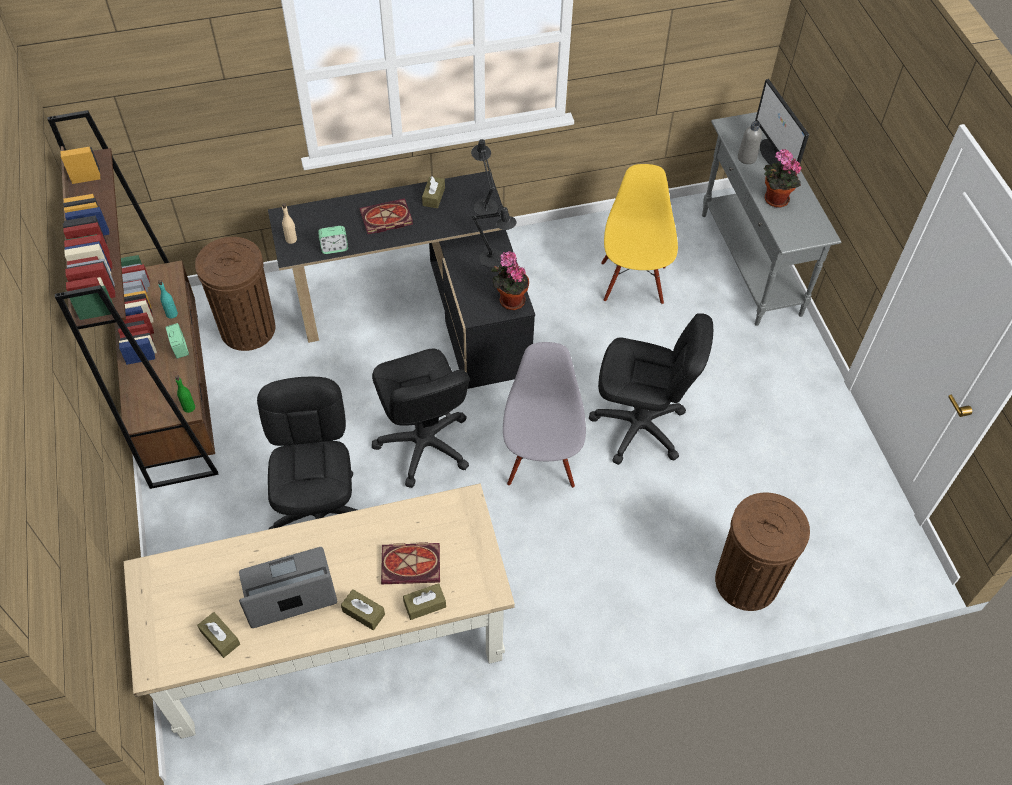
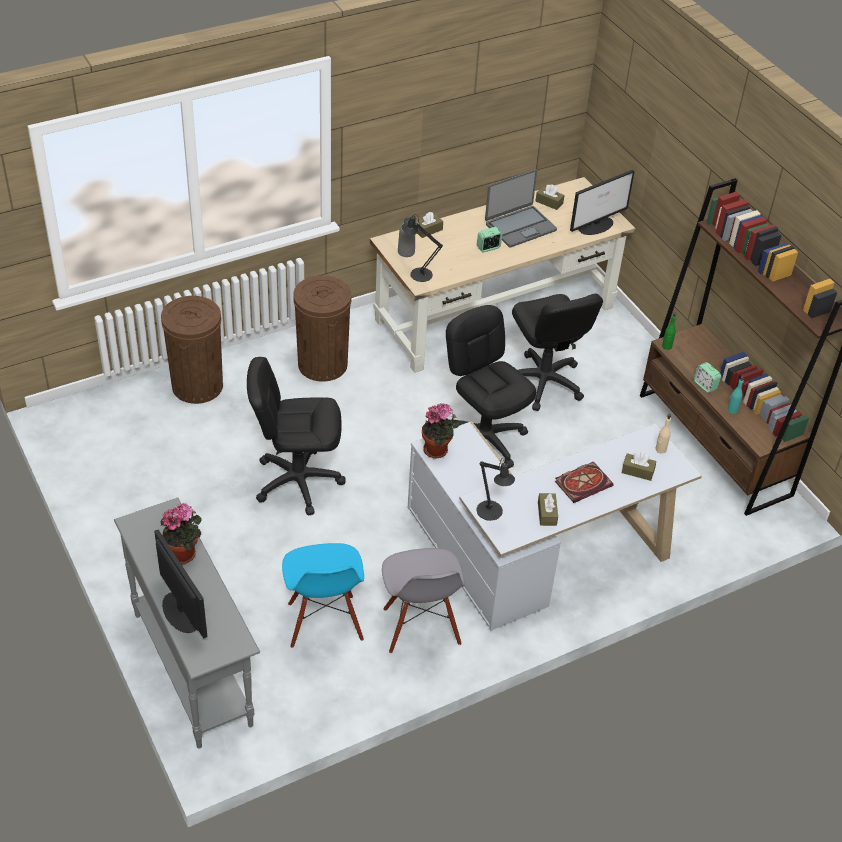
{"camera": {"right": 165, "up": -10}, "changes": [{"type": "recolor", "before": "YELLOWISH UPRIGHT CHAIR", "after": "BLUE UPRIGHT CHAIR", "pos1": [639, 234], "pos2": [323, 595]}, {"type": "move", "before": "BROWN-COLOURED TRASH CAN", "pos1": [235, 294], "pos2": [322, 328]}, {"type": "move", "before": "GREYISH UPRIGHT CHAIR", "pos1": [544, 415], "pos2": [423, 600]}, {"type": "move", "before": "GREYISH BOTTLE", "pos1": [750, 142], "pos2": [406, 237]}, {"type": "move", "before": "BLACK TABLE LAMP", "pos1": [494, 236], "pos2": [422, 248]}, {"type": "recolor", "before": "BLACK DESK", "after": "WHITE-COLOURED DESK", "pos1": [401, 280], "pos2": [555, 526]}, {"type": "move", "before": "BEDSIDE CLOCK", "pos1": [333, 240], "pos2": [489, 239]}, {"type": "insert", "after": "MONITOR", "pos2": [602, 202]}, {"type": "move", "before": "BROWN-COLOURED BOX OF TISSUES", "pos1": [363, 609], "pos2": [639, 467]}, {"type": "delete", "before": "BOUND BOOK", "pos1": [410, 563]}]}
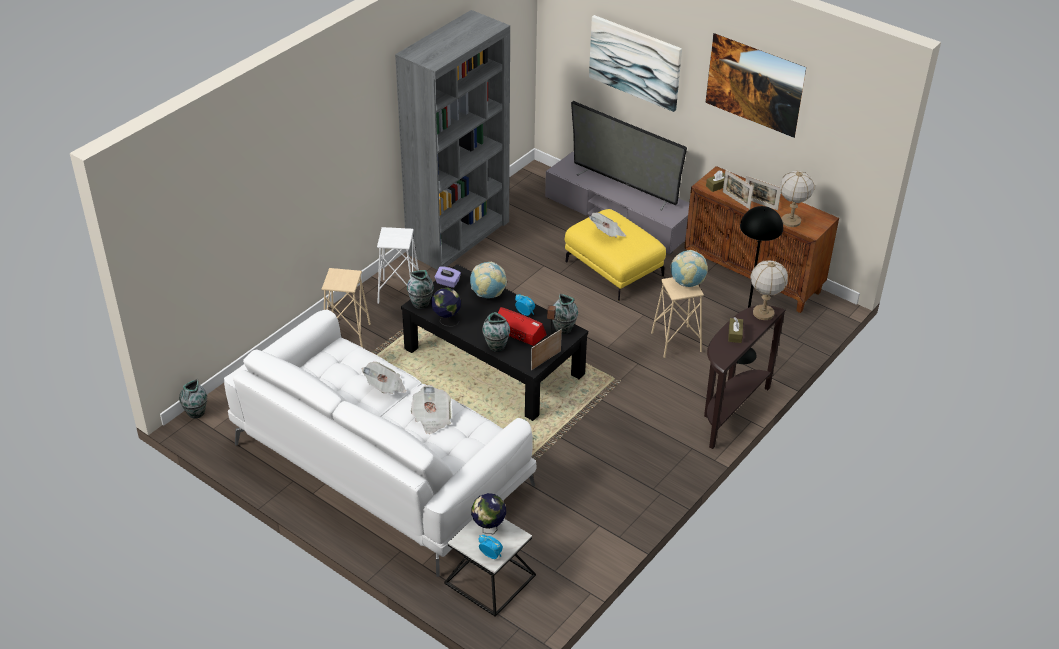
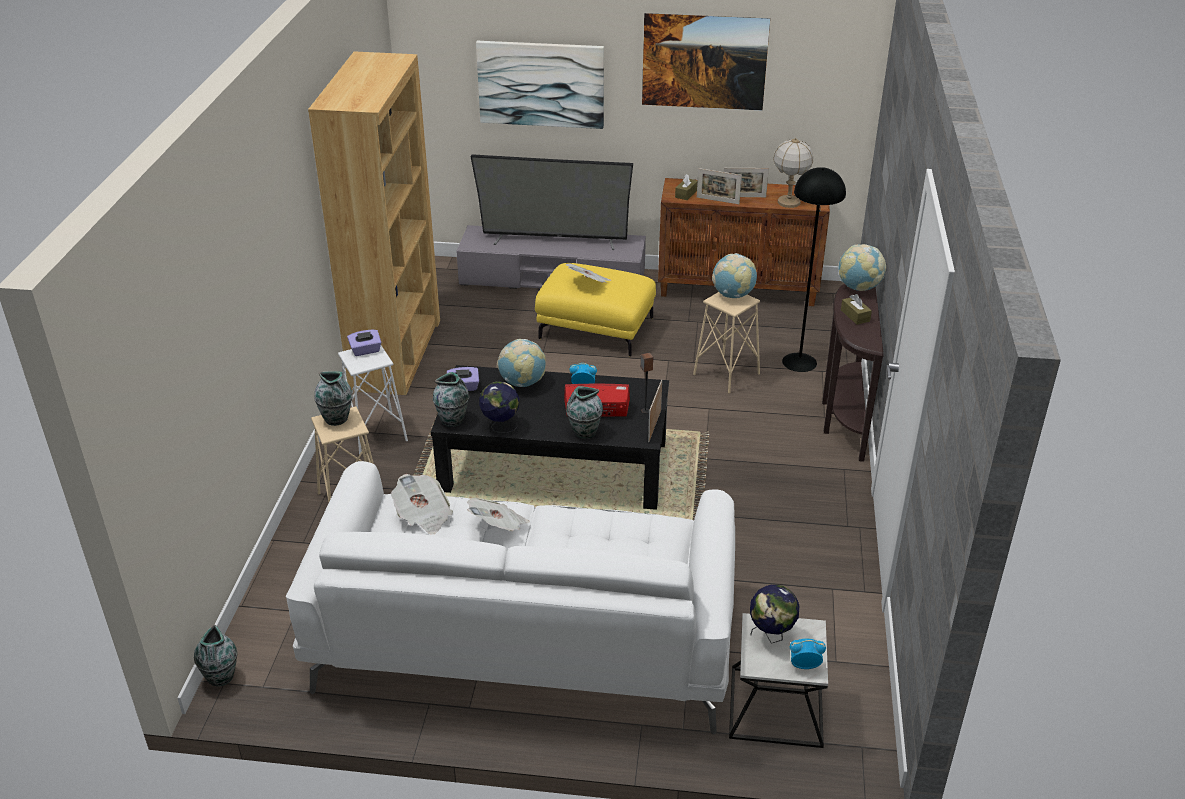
{"camera": {"right": -30, "up": -5}, "changes": [{"type": "recolor", "before": "GREYISH BOOKSHELF", "after": "BROWN-COLOURED BOOKSHELF", "pos1": [452, 140], "pos2": [374, 223]}, {"type": "move", "before": "DECORATIVE VASE", "pos1": [565, 314], "pos2": [333, 398]}, {"type": "insert", "after": "PURPLE-COLOURED BOX OF TISSUES", "pos2": [364, 343]}, {"type": "move", "before": "NEWSPAPER", "pos1": [431, 409], "pos2": [422, 504]}, {"type": "replace", "before": "TABLE LAMP", "after": "WORLD GLOBE", "pos1": [769, 290], "pos2": [862, 267]}]}
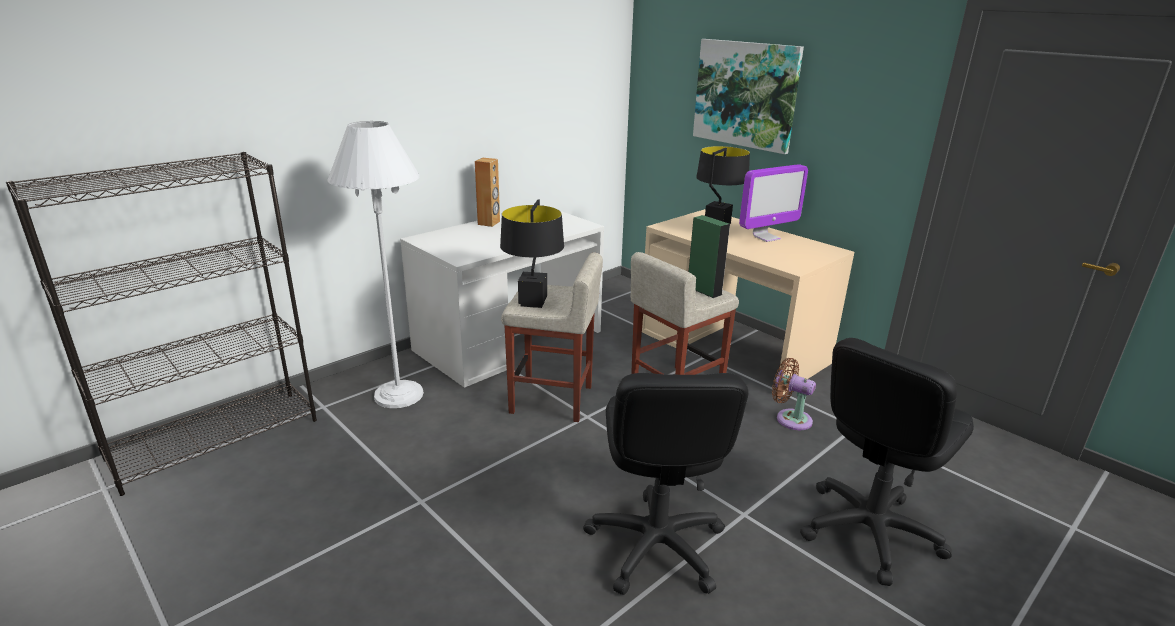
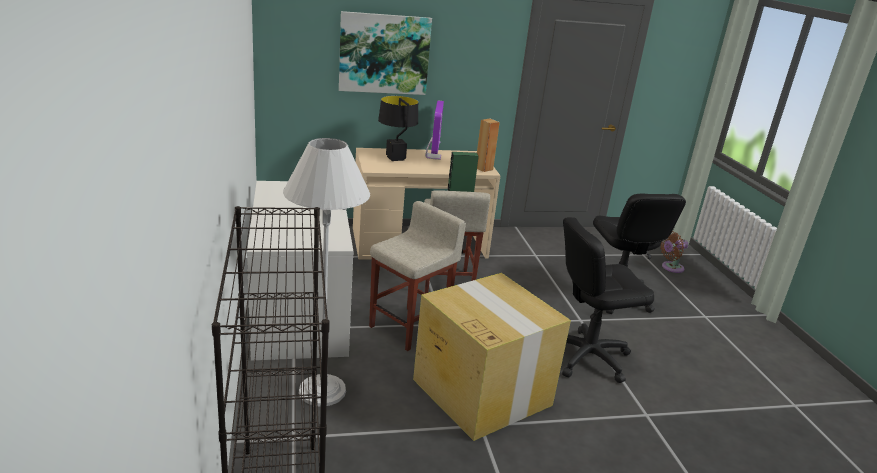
{"camera": {"right": -60, "up": 0}, "changes": [{"type": "insert", "after": "CARTON", "pos2": [492, 357]}, {"type": "move", "before": "BROWN-COLOURED LOUDSPEAKER", "pos1": [487, 192], "pos2": [488, 145]}, {"type": "rotate", "before": "BLACK OFFICE CHAIR", "pos1": [665, 484], "pos2": [608, 300], "turn": 135}, {"type": "move", "before": "BROWN-COLOURED COOLING FAN", "pos1": [794, 394], "pos2": [674, 252]}, {"type": "delete", "before": "BLACK TABLE LAMP", "pos1": [532, 254]}]}
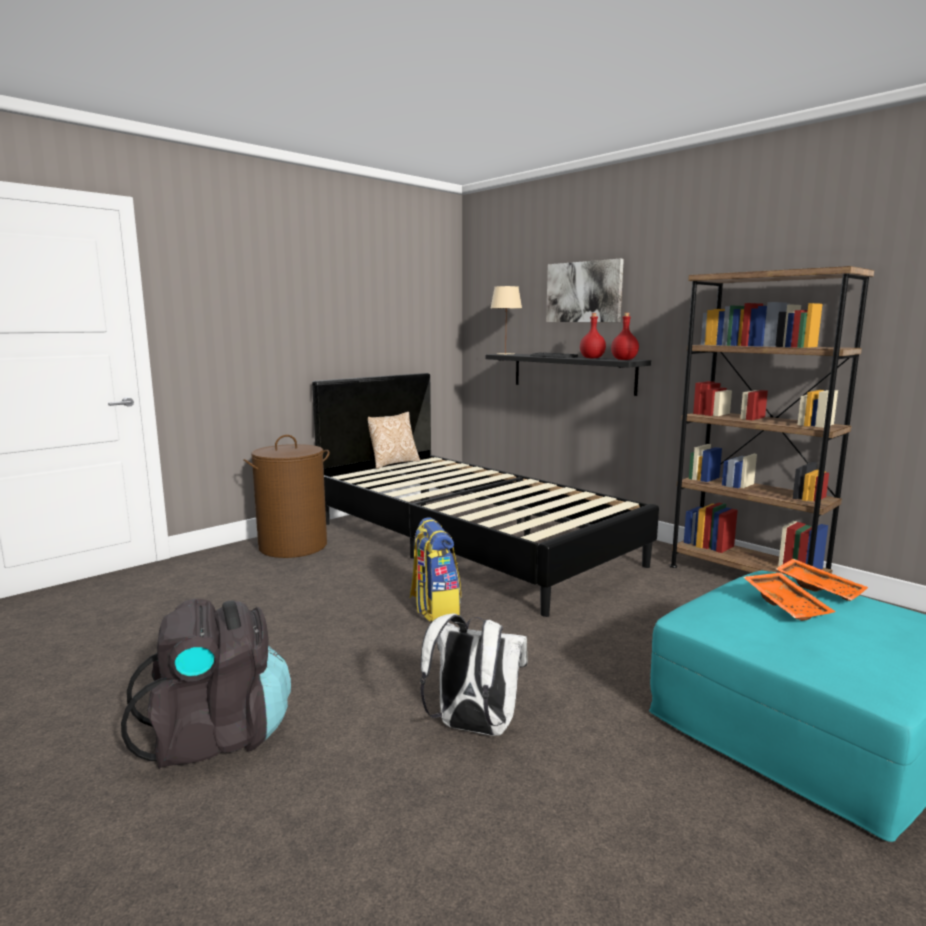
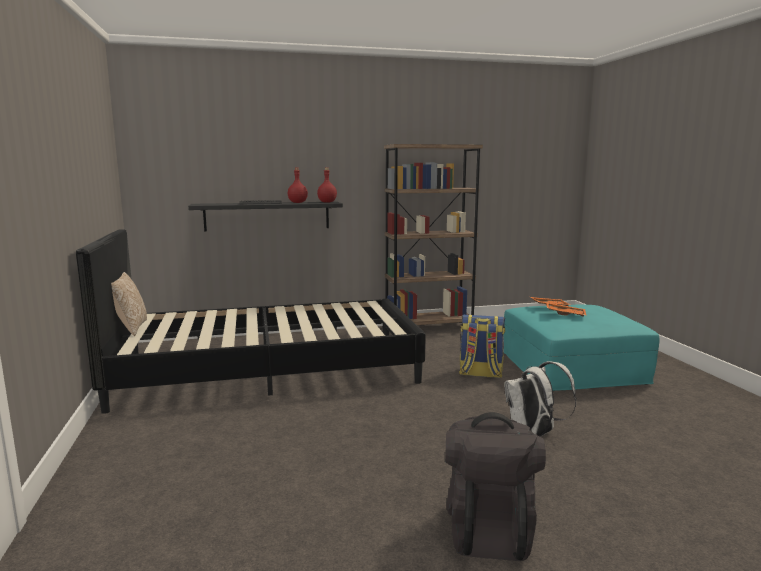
{"camera": {"right": -60, "up": 0}, "changes": [{"type": "move", "before": "KNAPSACK", "pos1": [435, 569], "pos2": [482, 346]}, {"type": "delete", "before": "BROWN-COLOURED LAUNDRY BASKET", "pos1": [286, 496]}, {"type": "delete", "before": "BEIGE TABLE LAMP", "pos1": [506, 320]}, {"type": "delete", "before": "PICTURE", "pos1": [585, 290]}]}
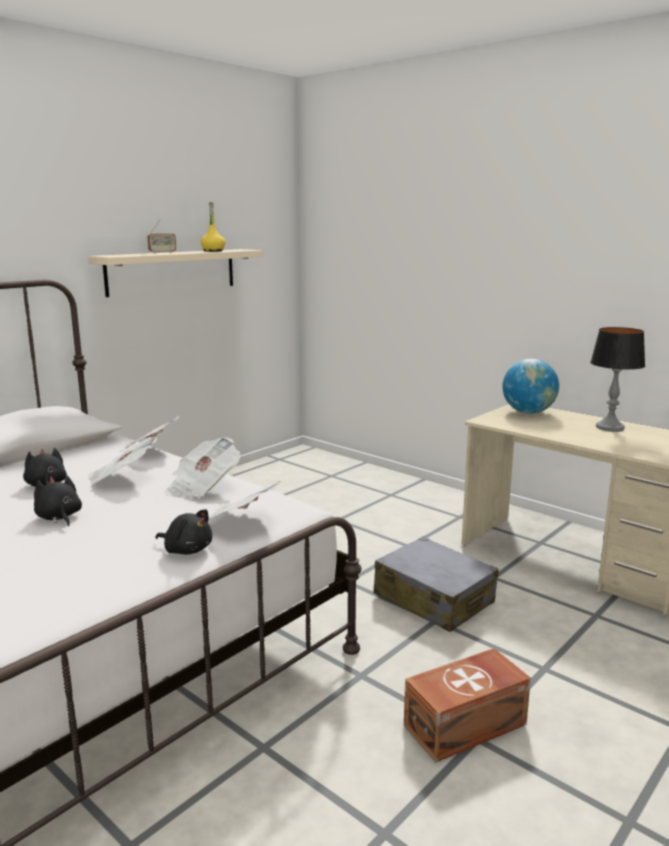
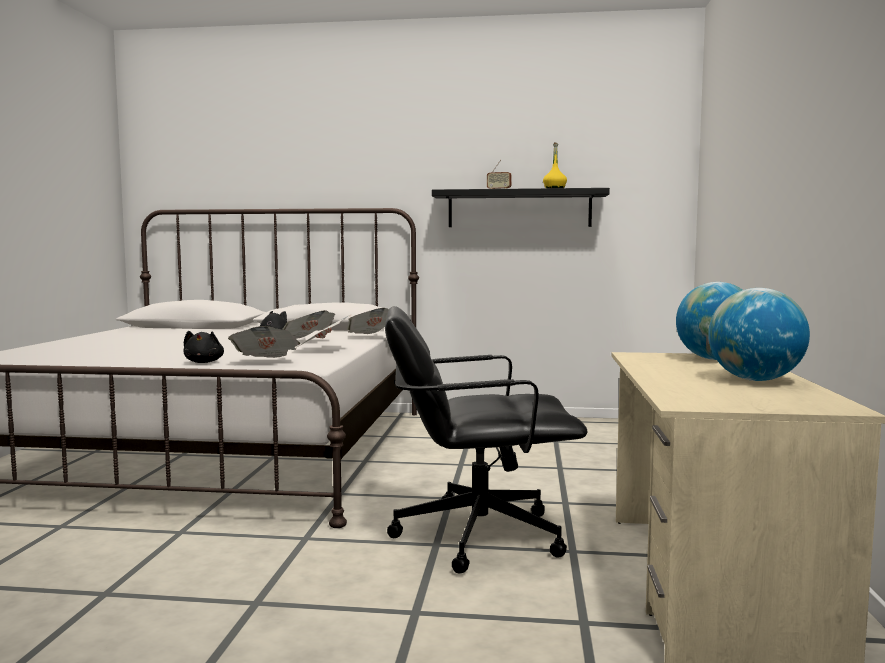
{"camera": {"right": 55, "up": -10}, "changes": [{"type": "replace", "before": "GREYISH PIECE OF LUGGAGE", "after": "BLACK OFFICE CHAIR", "pos1": [436, 584], "pos2": [486, 440]}, {"type": "recolor", "before": "BEIGE SHELF", "after": "BLACK SHELF", "pos1": [175, 273], "pos2": [521, 207]}, {"type": "replace", "before": "TABLE LAMP", "after": "WORLD GLOBE", "pos1": [617, 379], "pos2": [759, 334]}, {"type": "delete", "before": "BLACK CUDDLY TOY", "pos1": [58, 501]}, {"type": "delete", "before": "BROWN-COLOURED STORAGE CONTAINER", "pos1": [467, 705]}]}
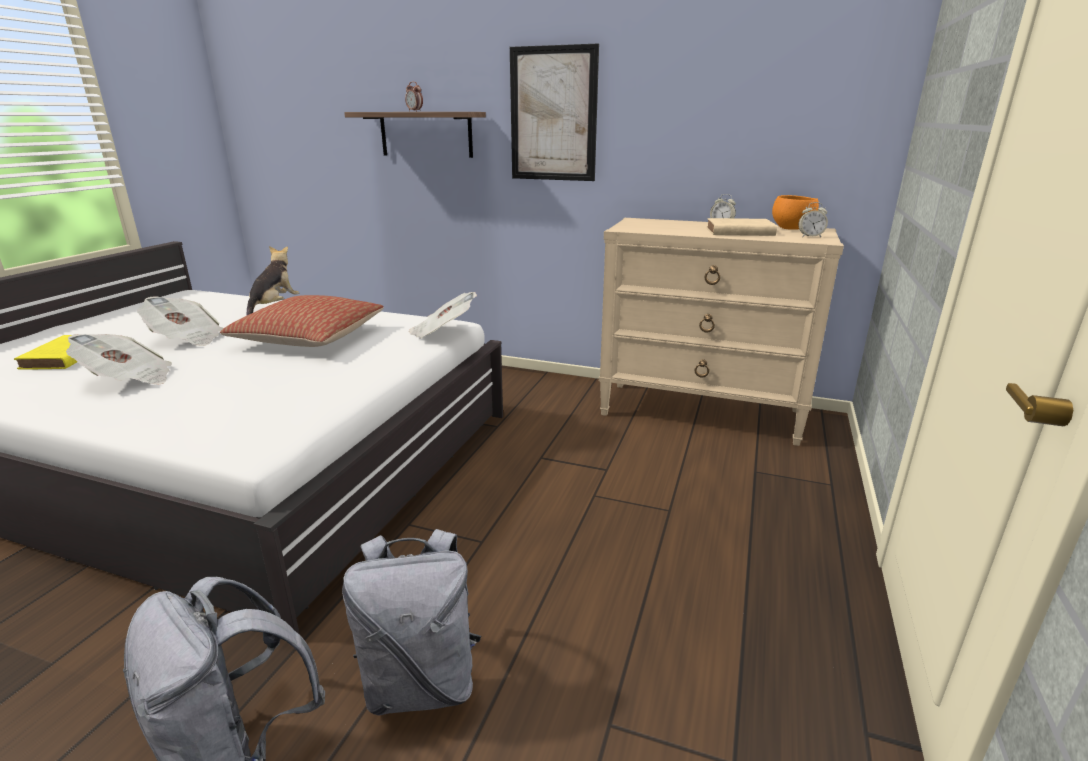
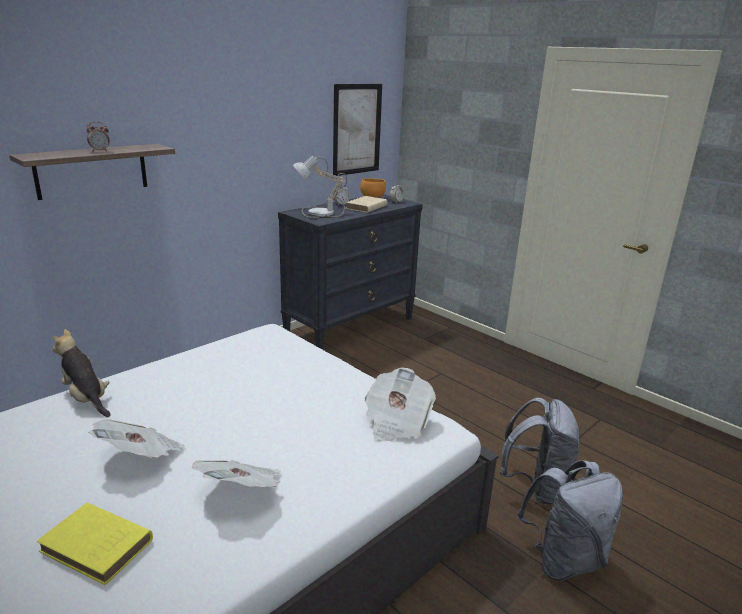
{"camera": {"right": -65, "up": 0}, "changes": [{"type": "recolor", "before": "BEIGE CHEST OF DRAWERS", "after": "BLACK CHEST OF DRAWERS", "pos1": [721, 332], "pos2": [350, 272]}, {"type": "insert", "after": "TABLE LAMP", "pos2": [320, 186]}, {"type": "move", "before": "PICTURE", "pos1": [554, 112], "pos2": [357, 130]}, {"type": "move", "before": "NEWSPAPER", "pos1": [442, 315], "pos2": [400, 404]}, {"type": "delete", "before": "PILLOW", "pos1": [302, 321]}]}
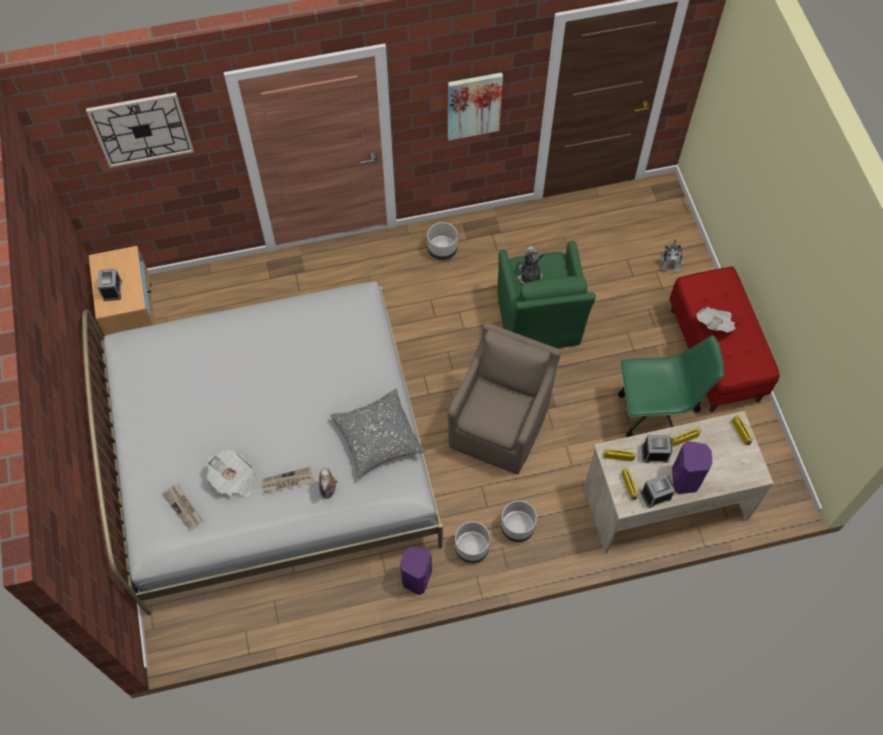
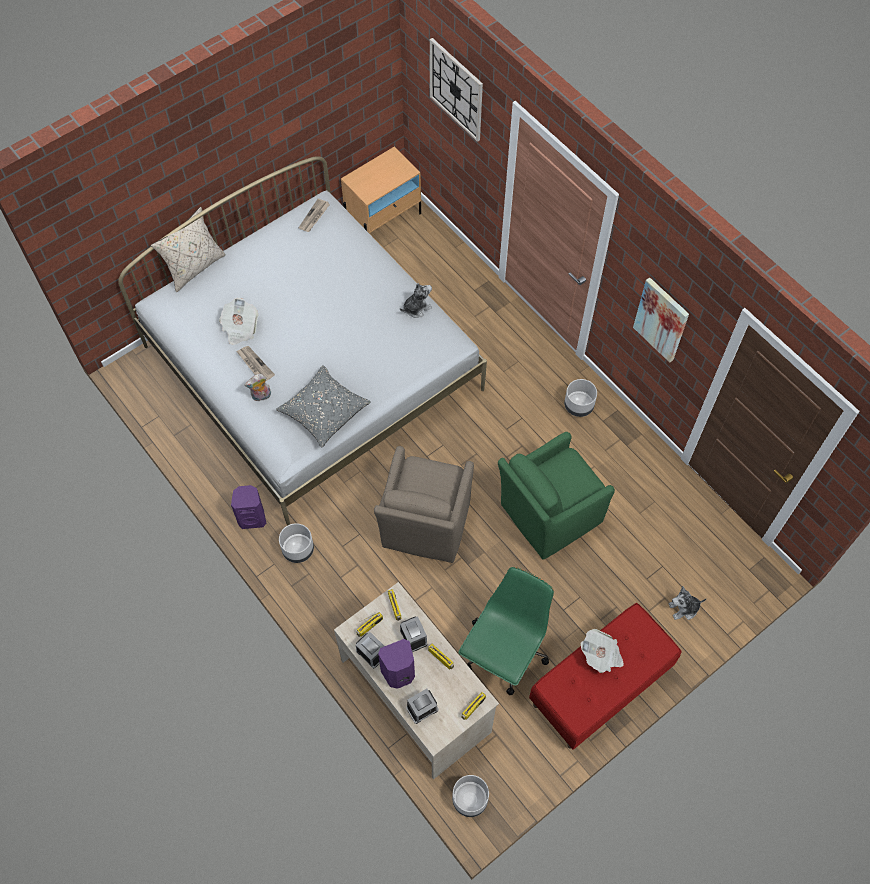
{"camera": {"right": 65, "up": 0}, "changes": [{"type": "insert", "after": "BEIGE PILLOW", "pos2": [188, 249]}, {"type": "move", "before": "NEWSPAPER", "pos1": [182, 507], "pos2": [314, 215]}, {"type": "rotate", "before": "BROWN-COLOURED EASY CHAIR", "pos1": [504, 398], "pos2": [424, 504], "turn": 105}, {"type": "move", "before": "CUDDLY TOY", "pos1": [531, 265], "pos2": [416, 300]}, {"type": "move", "before": "BEDSIDE CLOCK", "pos1": [109, 285], "pos2": [422, 706]}, {"type": "move", "before": "GREYISH PLANTER", "pos1": [519, 521], "pos2": [470, 796]}, {"type": "rotate", "before": "GREEN OFFICE CHAIR", "pos1": [671, 386], "pos2": [506, 631], "turn": -120}]}
